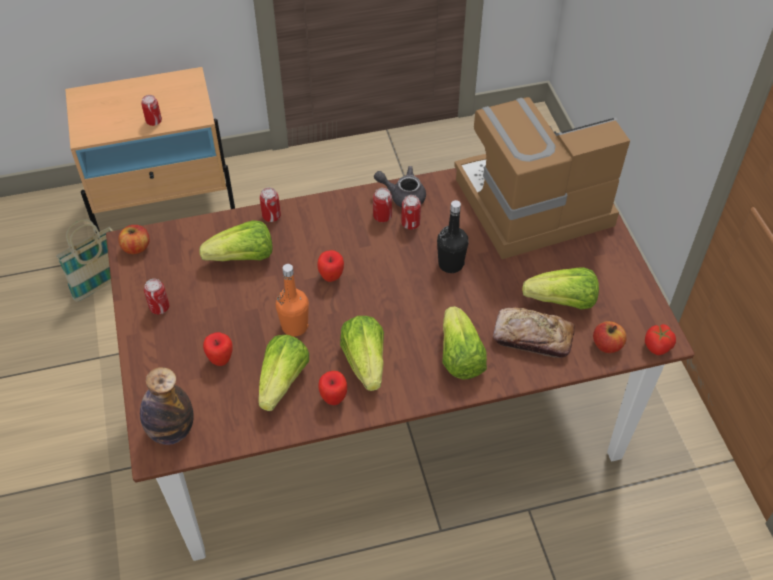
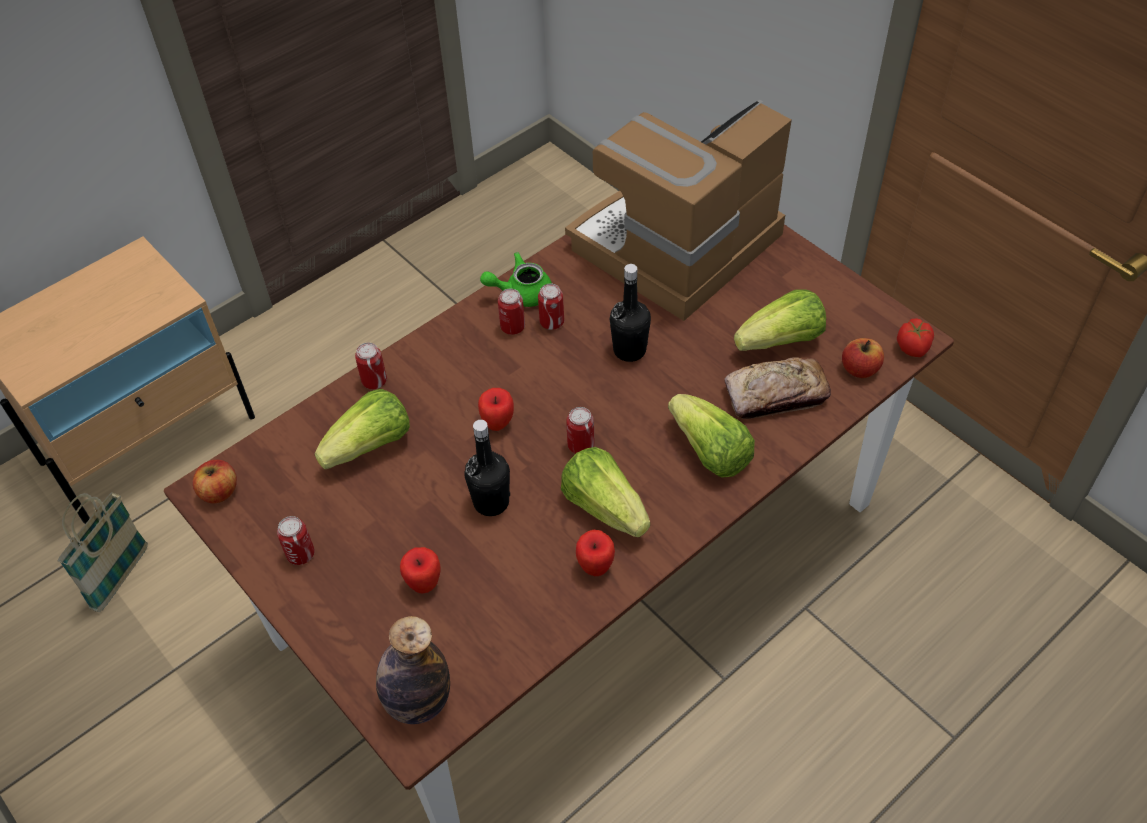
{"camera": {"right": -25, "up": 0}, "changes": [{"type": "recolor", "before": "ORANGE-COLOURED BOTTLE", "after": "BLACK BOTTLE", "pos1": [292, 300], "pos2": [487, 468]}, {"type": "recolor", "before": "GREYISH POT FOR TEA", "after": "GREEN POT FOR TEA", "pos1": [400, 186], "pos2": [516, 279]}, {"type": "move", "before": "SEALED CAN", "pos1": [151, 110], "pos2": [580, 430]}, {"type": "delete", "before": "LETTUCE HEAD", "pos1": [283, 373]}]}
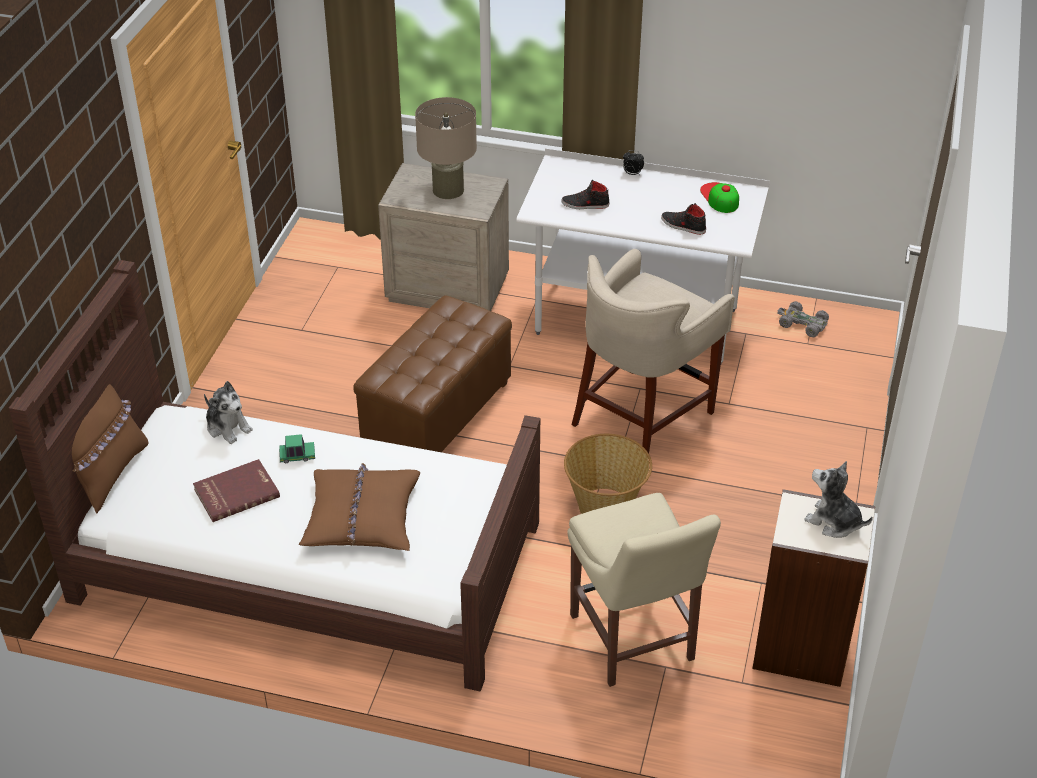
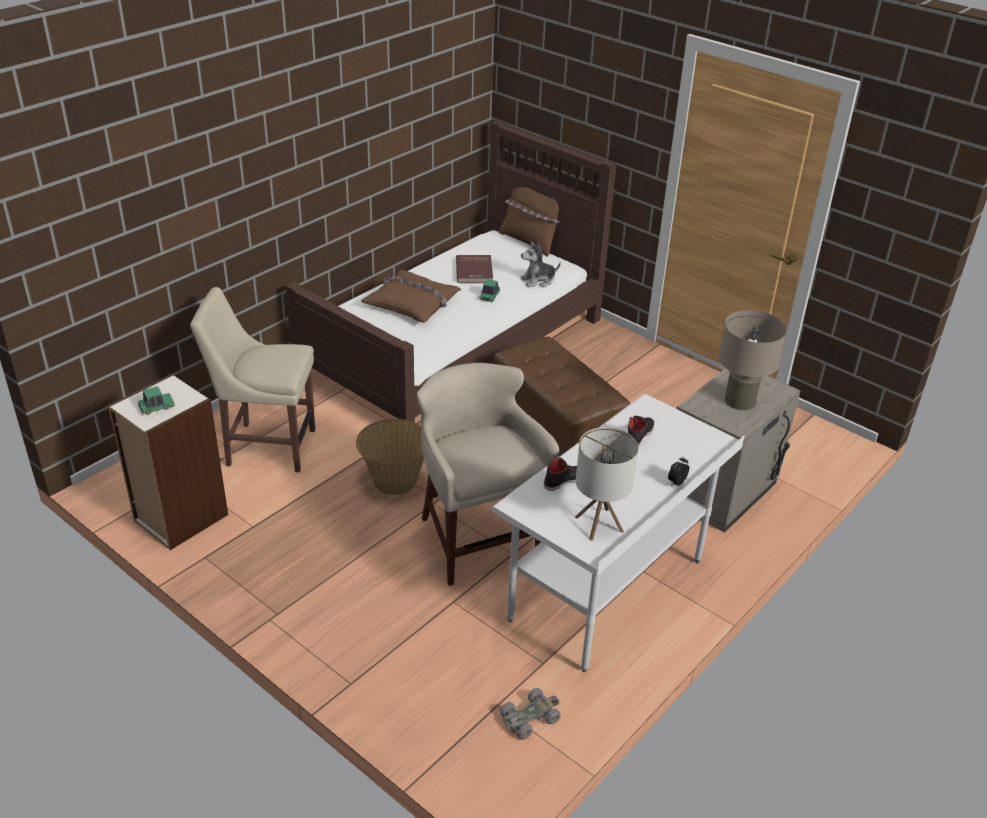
{"camera": {"right": 115, "up": -5}, "changes": [{"type": "replace", "before": "CUDDLY TOY", "after": "MODEL CAR", "pos1": [838, 499], "pos2": [156, 400]}, {"type": "replace", "before": "BASEBALL CAP", "after": "TABLE LAMP", "pos1": [719, 197], "pos2": [606, 484]}]}
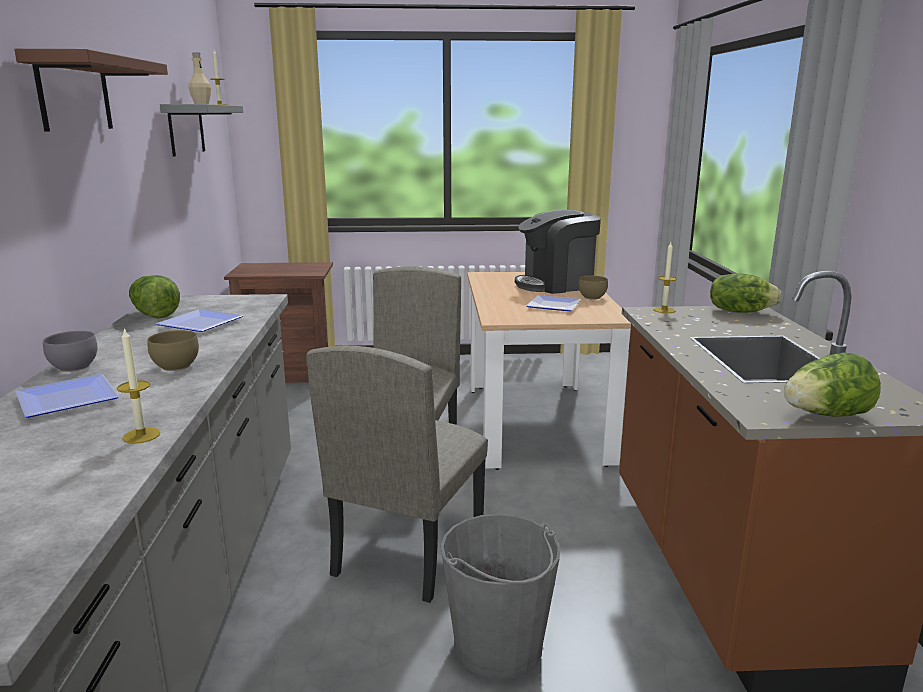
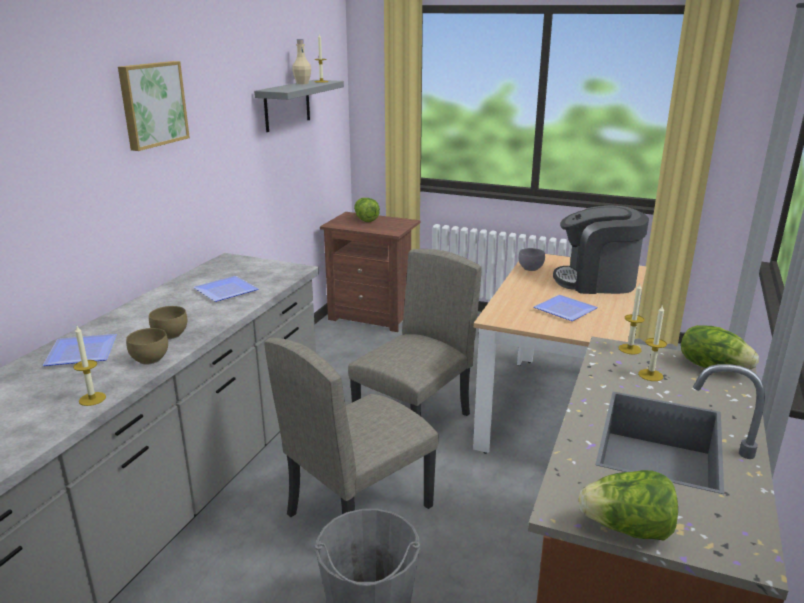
{"camera": {"right": 25, "up": 5}, "changes": [{"type": "replace", "before": "BROWN-COLOURED SHELF", "after": "PICTURE", "pos1": [91, 90], "pos2": [154, 106]}, {"type": "move", "before": "BROWN-COLOURED SERVING BOWL", "pos1": [593, 288], "pos2": [147, 346]}, {"type": "move", "before": "LETTUCE HEAD", "pos1": [154, 297], "pos2": [367, 210]}, {"type": "move", "before": "GREYISH SERVING BOWL", "pos1": [70, 351], "pos2": [532, 259]}, {"type": "insert", "after": "WAX LIGHT", "pos2": [652, 342]}]}
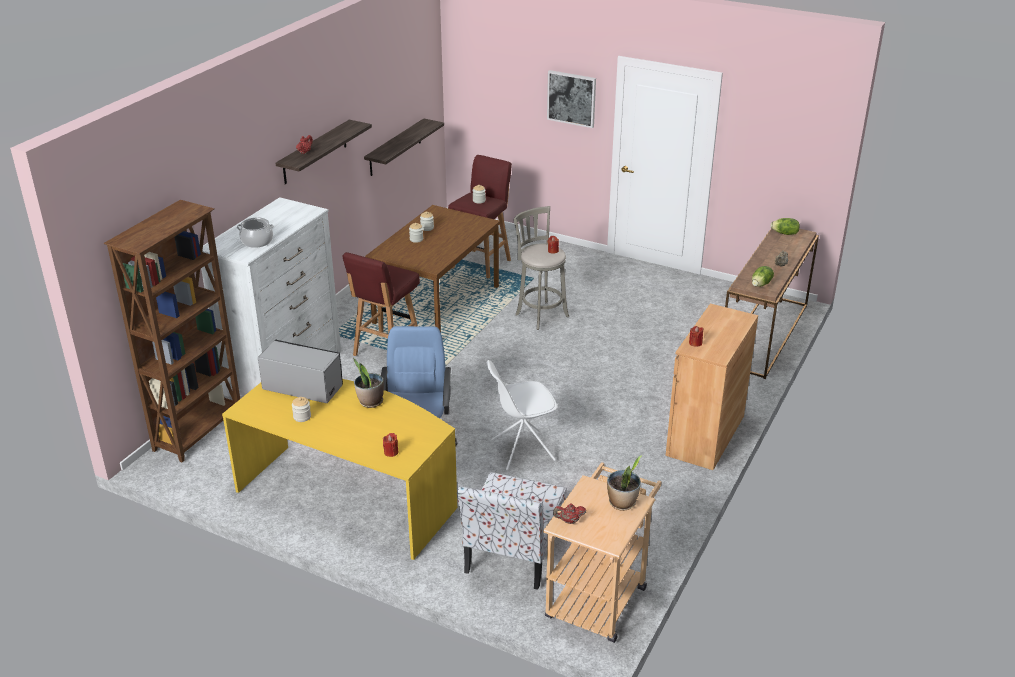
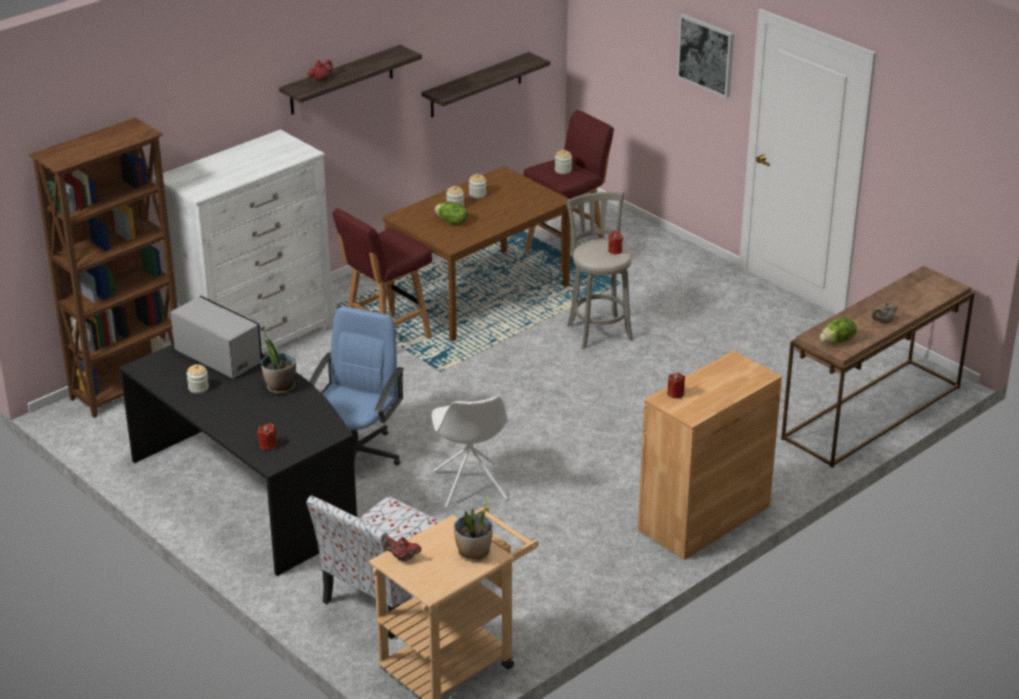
{"camera": {"right": 20, "up": 0}, "changes": [{"type": "recolor", "before": "YELLOWISH DESK", "after": "BLACK DESK", "pos1": [339, 469], "pos2": [238, 460]}, {"type": "rotate", "before": "WHITE-COLOURED UPRIGHT CHAIR", "pos1": [522, 415], "pos2": [470, 452], "turn": -105}, {"type": "move", "before": "LETTUCE HEAD", "pos1": [785, 226], "pos2": [451, 213]}, {"type": "delete", "before": "SAUCEPOT", "pos1": [255, 232]}]}
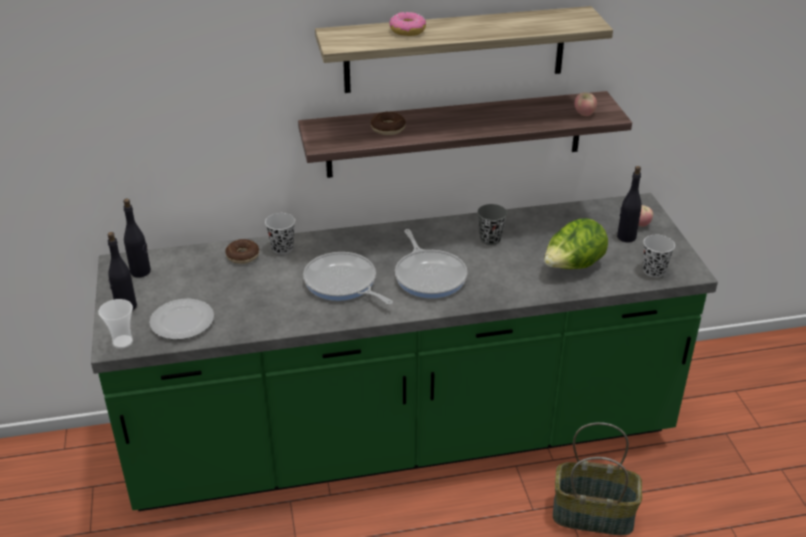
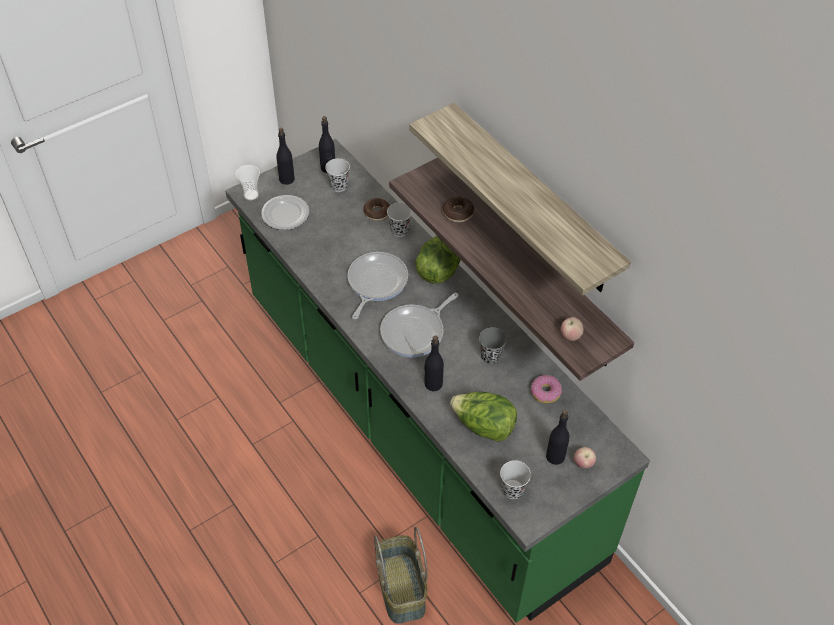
{"camera": {"right": 65, "up": 15}, "changes": [{"type": "insert", "after": "BLACK DRINKING CUP", "pos2": [337, 175]}, {"type": "insert", "after": "LETTUCE HEAD", "pos2": [438, 260]}, {"type": "insert", "after": "BLACK BOTTLE", "pos2": [434, 363]}, {"type": "move", "before": "DONUT", "pos1": [407, 24], "pos2": [546, 389]}]}
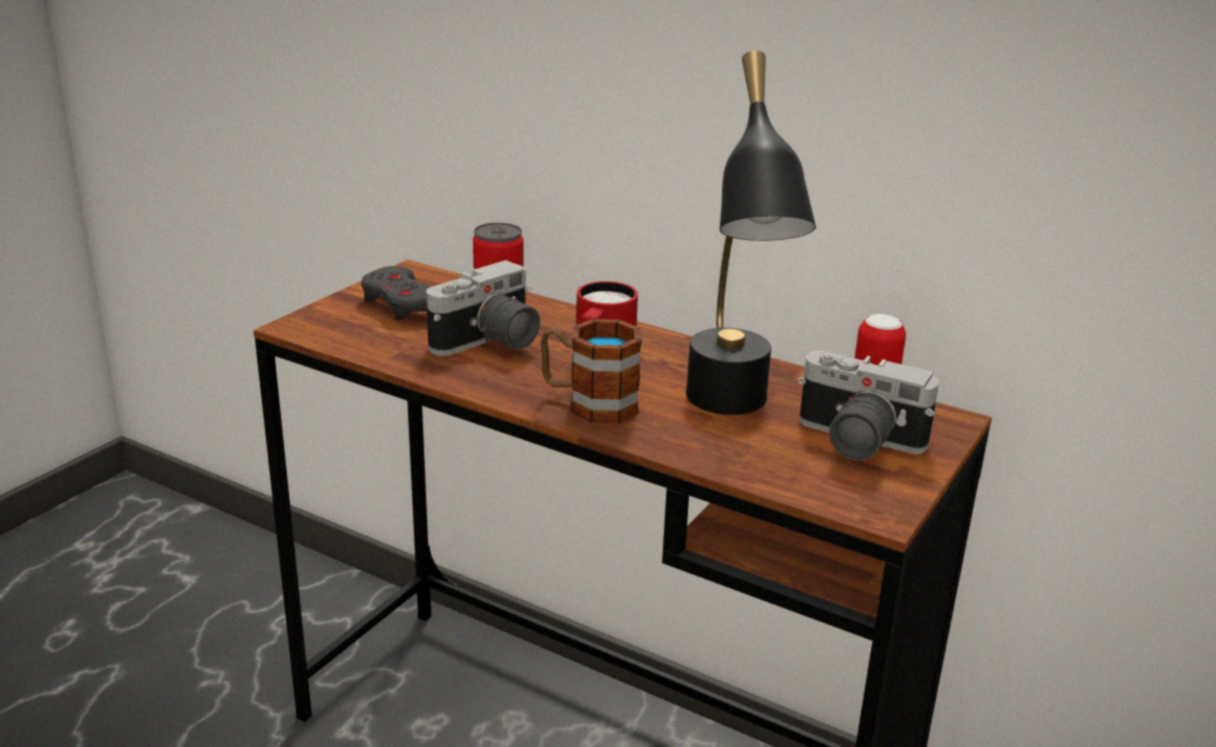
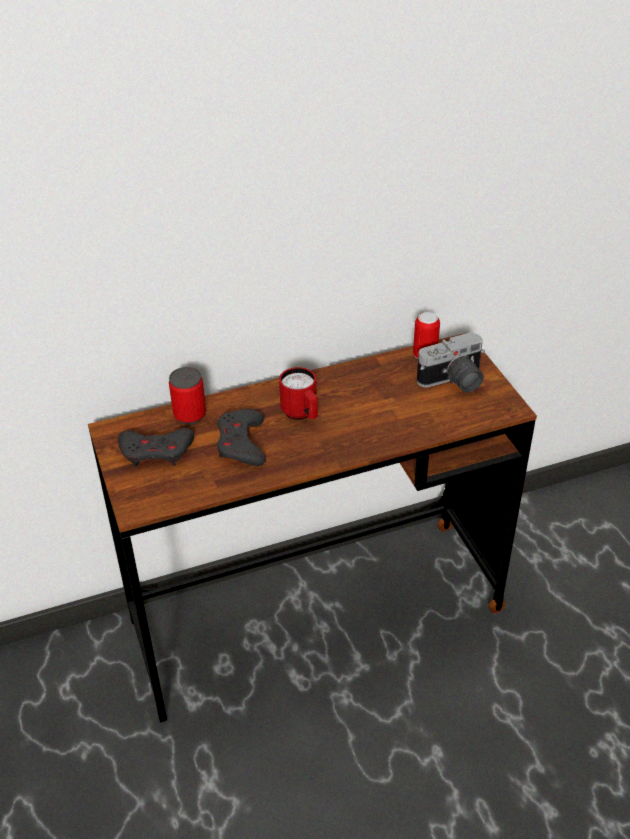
{"camera": {"right": -50, "up": 15}, "changes": [{"type": "replace", "before": "STILL CAMERA", "after": "GREYISH GAME CONTROLLER", "pos1": [483, 308], "pos2": [241, 437]}, {"type": "delete", "before": "COFFEE MUG", "pos1": [591, 371]}, {"type": "delete", "before": "BLACK TABLE LAMP", "pos1": [751, 232]}]}
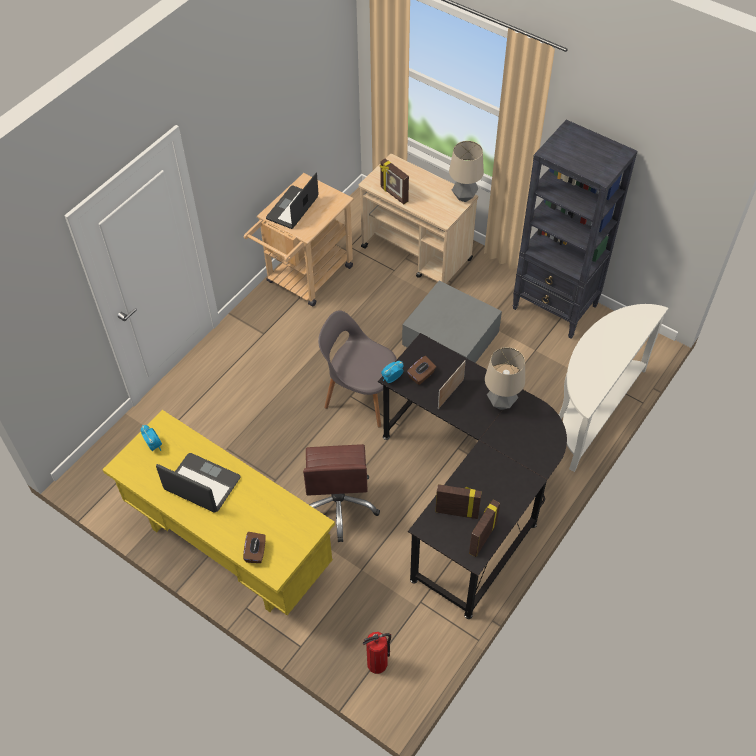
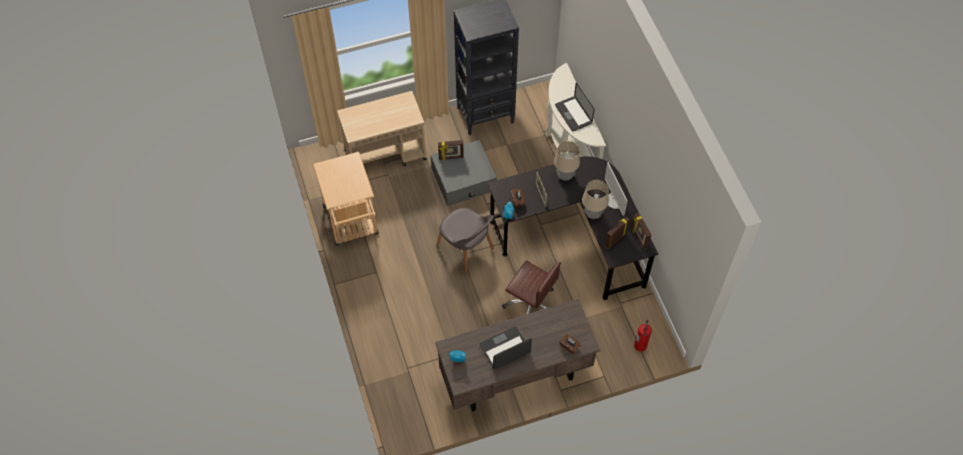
{"camera": {"right": -55, "up": 5}, "changes": [{"type": "recolor", "before": "YELLOWISH DESK", "after": "BROWN-COLOURED DESK", "pos1": [218, 512], "pos2": [517, 355]}, {"type": "rotate", "before": "GREYISH UPRIGHT CHAIR", "pos1": [357, 369], "pos2": [465, 240], "turn": -105}, {"type": "move", "before": "PHOTO FRAME", "pos1": [394, 181], "pos2": [451, 150]}, {"type": "move", "before": "NOTEBOOK COMPUTER", "pos1": [292, 200], "pos2": [574, 107]}, {"type": "move", "before": "TABLE LAMP", "pos1": [466, 171], "pos2": [595, 199]}, {"type": "insert", "after": "MONITOR", "pos2": [616, 189]}]}
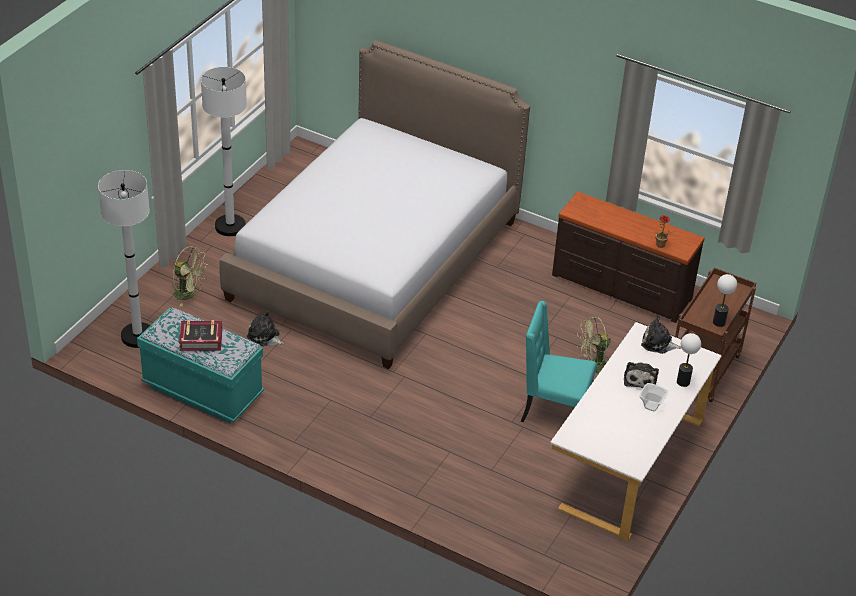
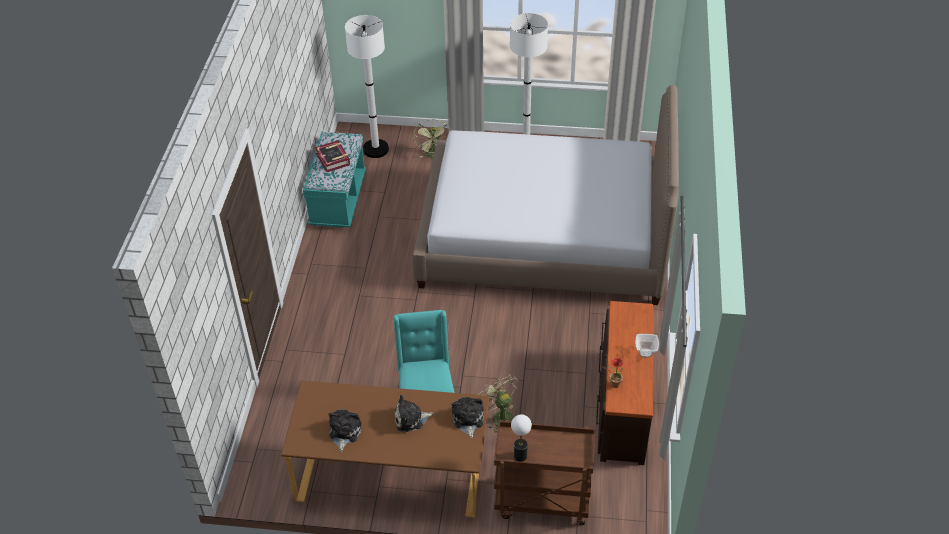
{"camera": {"right": 70, "up": 5}, "changes": [{"type": "recolor", "before": "WHITE-COLOURED DESK", "after": "BROWN-COLOURED DESK", "pos1": [636, 431], "pos2": [385, 449]}, {"type": "move", "before": "CUDDLY TOY", "pos1": [265, 328], "pos2": [345, 430]}, {"type": "move", "before": "SERVING BOWL", "pos1": [653, 397], "pos2": [647, 345]}, {"type": "delete", "before": "TABLE LAMP", "pos1": [689, 360]}]}
